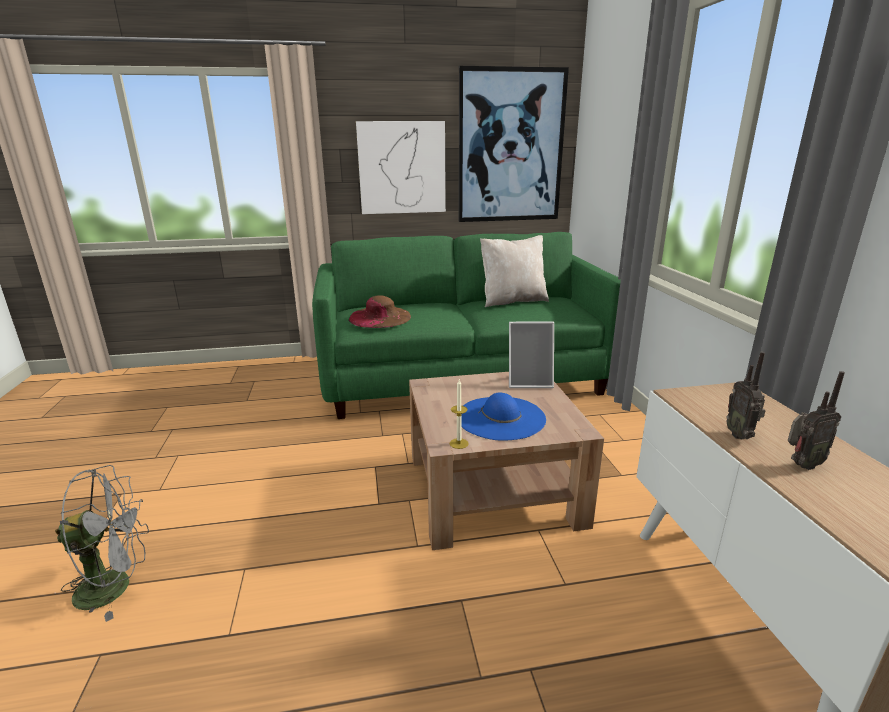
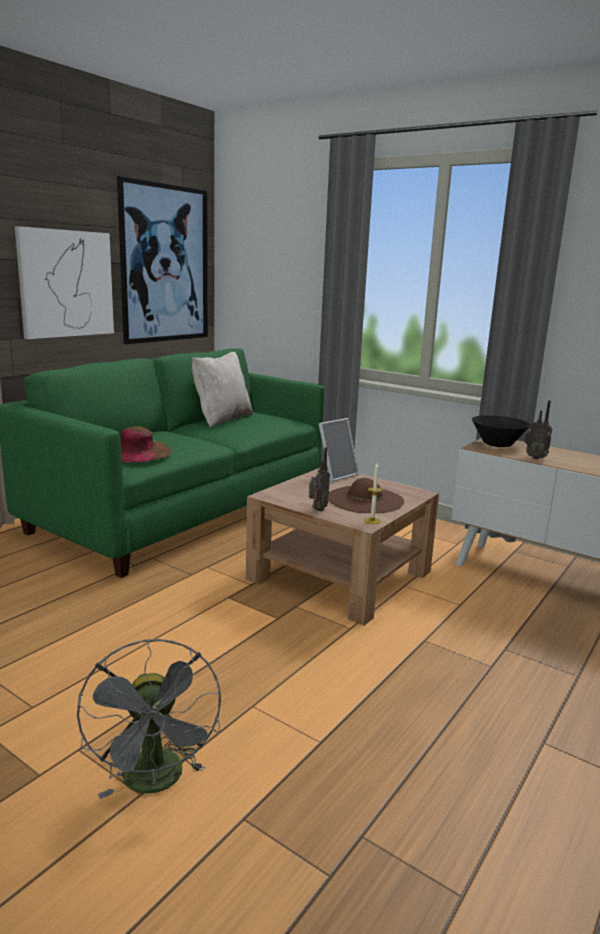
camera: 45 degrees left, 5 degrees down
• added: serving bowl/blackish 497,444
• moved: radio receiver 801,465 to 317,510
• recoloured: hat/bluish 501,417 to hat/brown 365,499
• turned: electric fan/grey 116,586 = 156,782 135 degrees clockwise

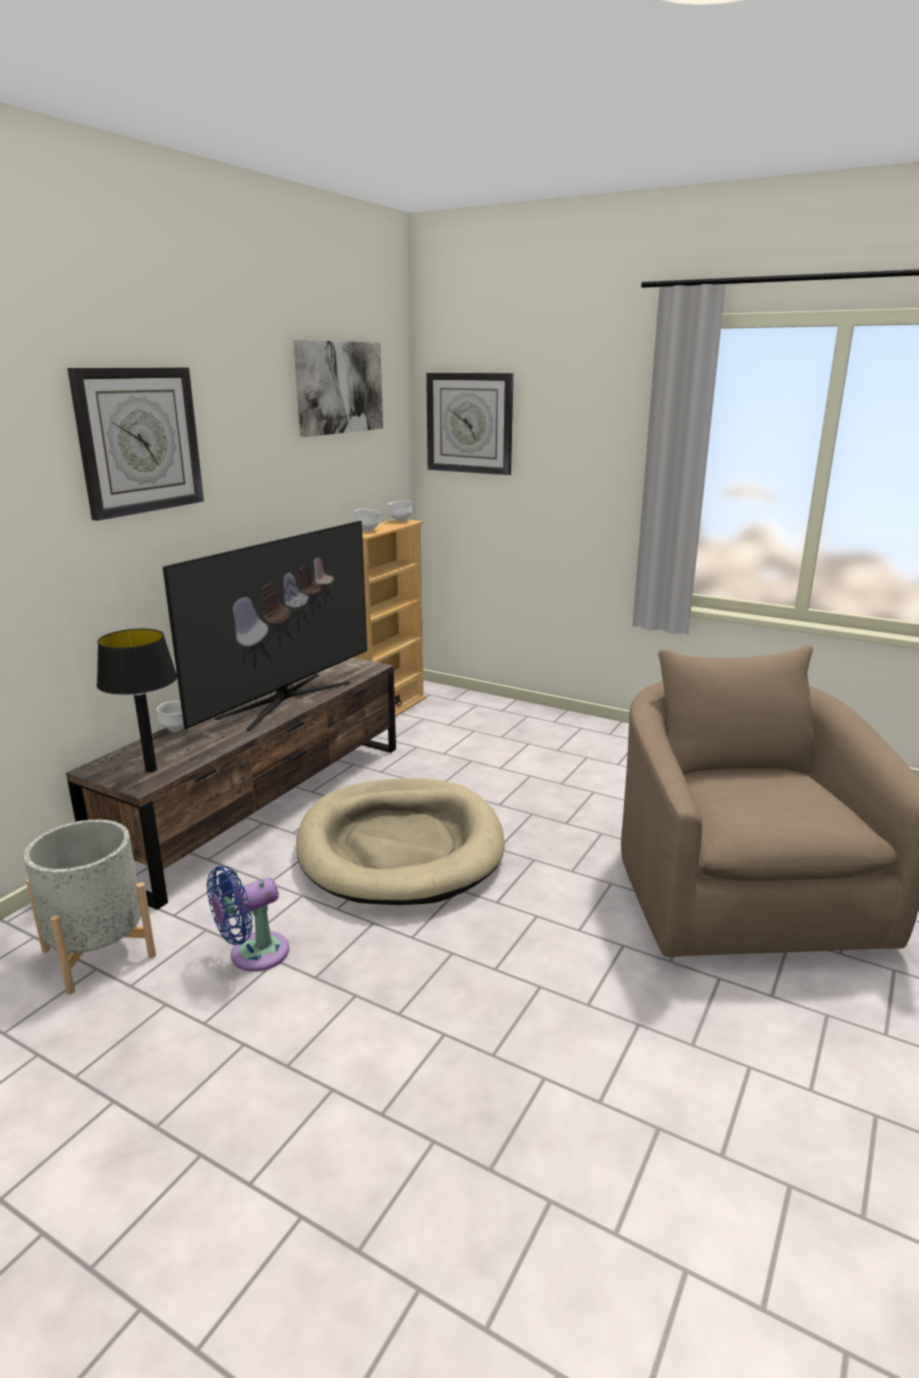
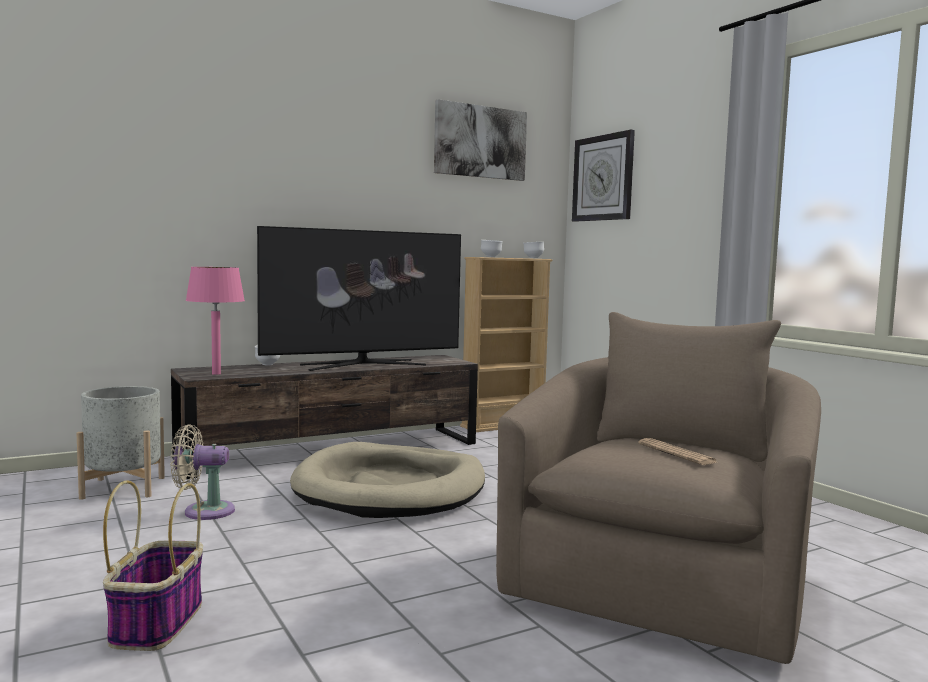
camera: 30 degrees right, 15 degrees down
• removed: wall clock 139,440
• added: household basket 157,622
• added: printed paper 676,453
• recoloured: table lamp/blackish 151,769 to table lamp/pink-coloured 216,373
• recoloured: electric fan/bluish 253,954 to electric fan/beige 203,511

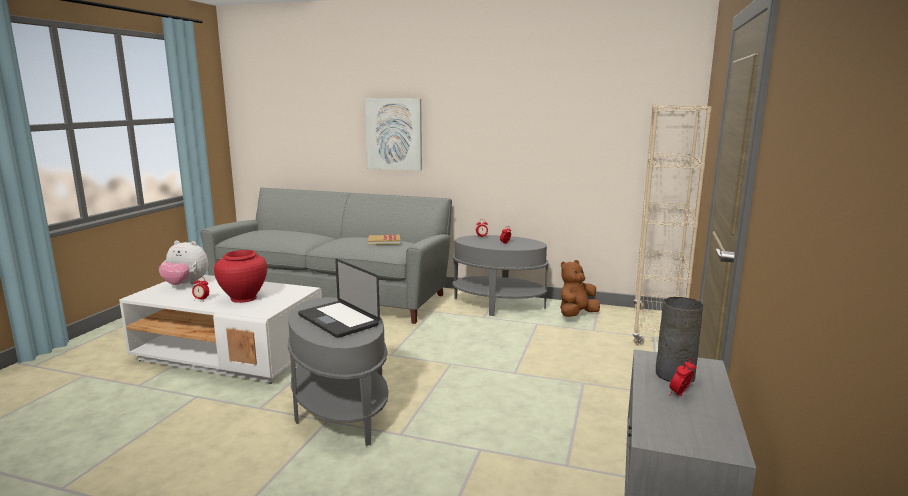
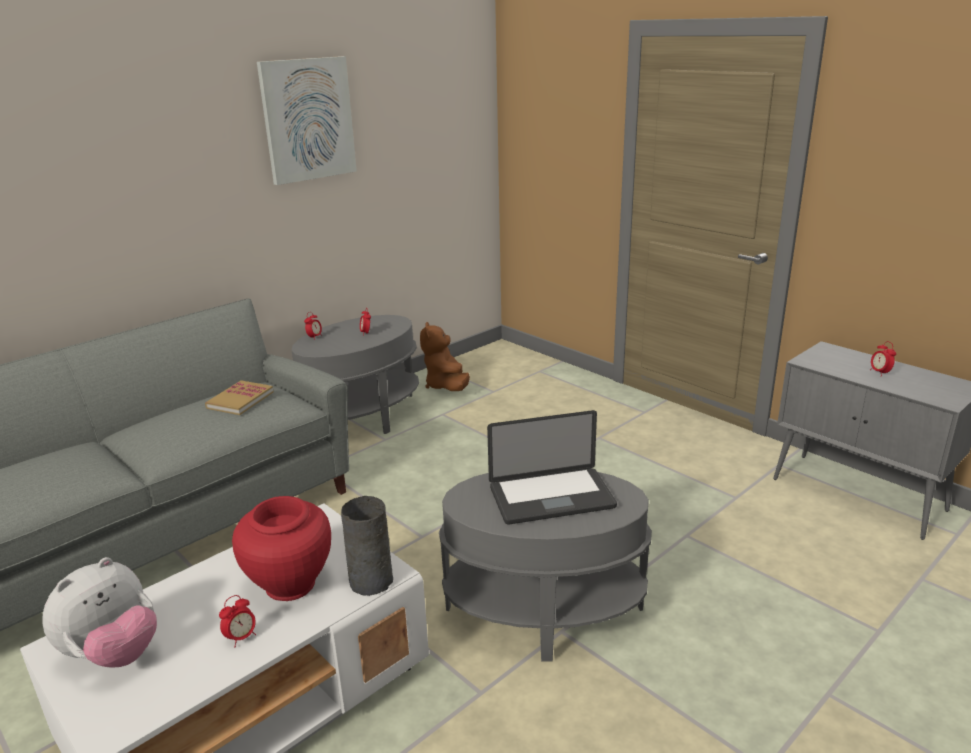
camera: 60 degrees left, 10 degrees up
• removed: bookcase/beige 656,328
• moved: wall art 394,134 to 308,119
• moved: flower vase/grey 674,374 to 370,581

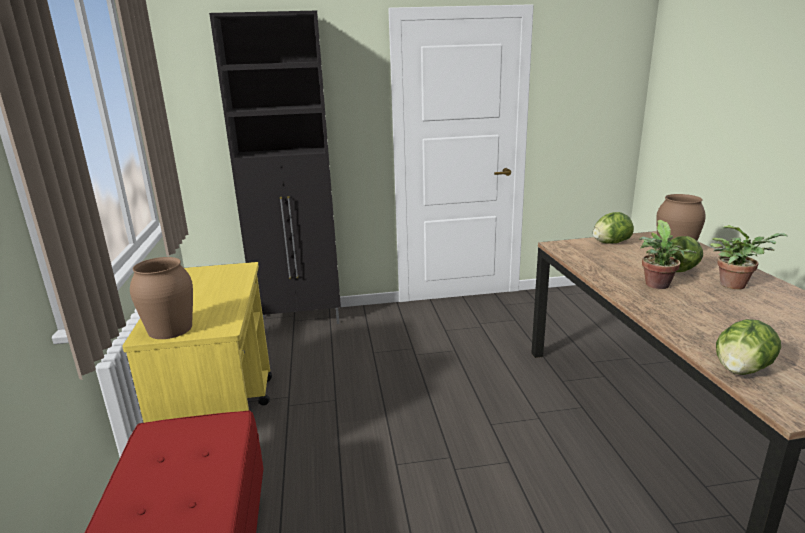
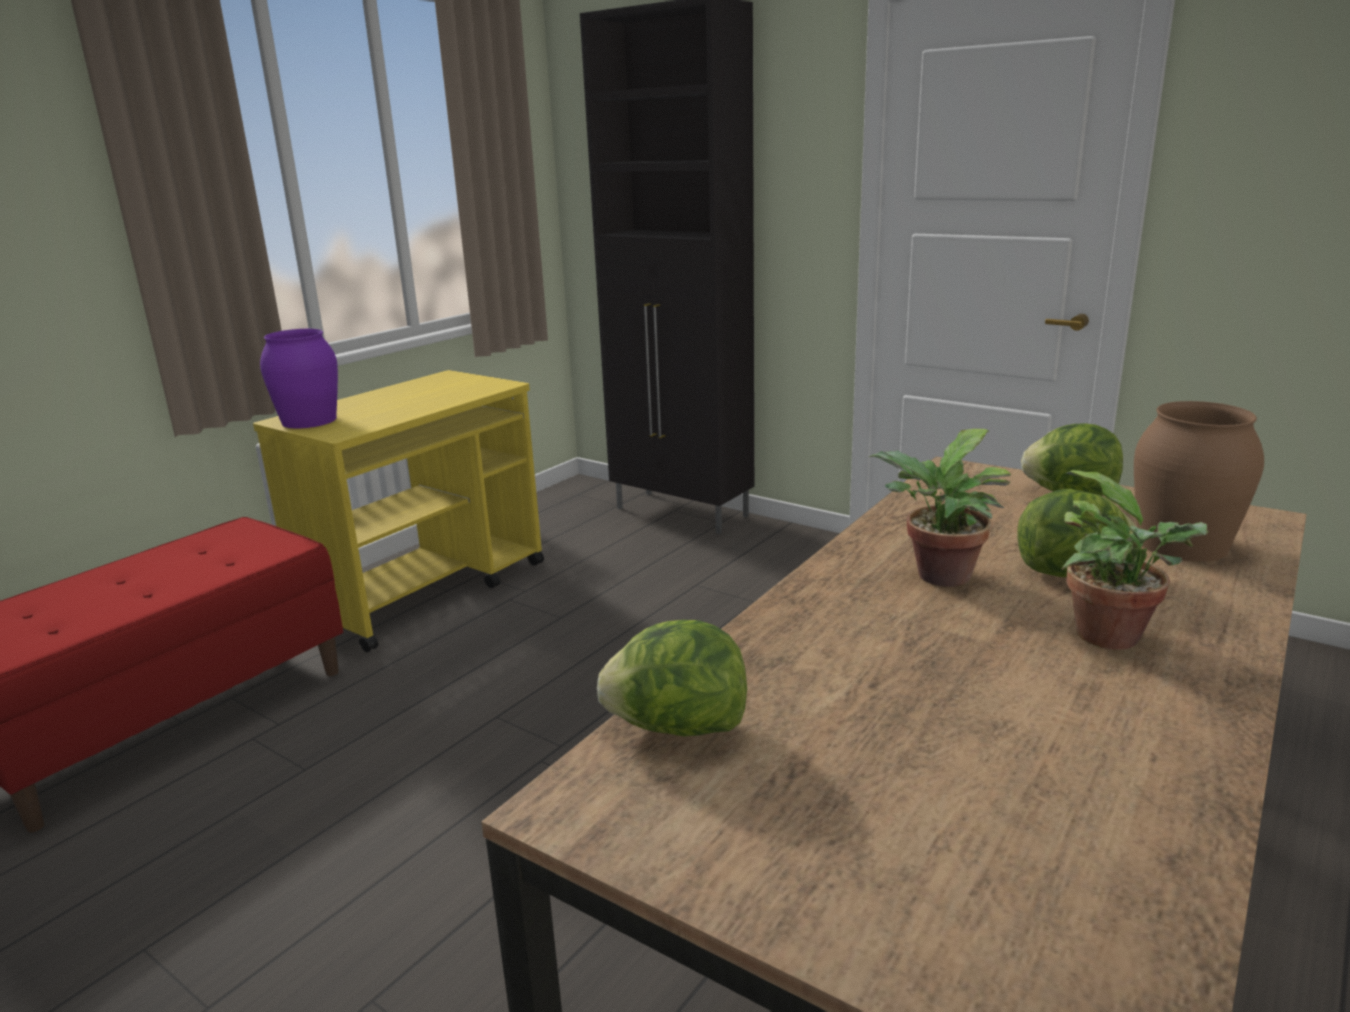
camera: 45 degrees right, 0 degrees up
• recoloured: flower vase/brown 170,329 to flower vase/purple 308,421

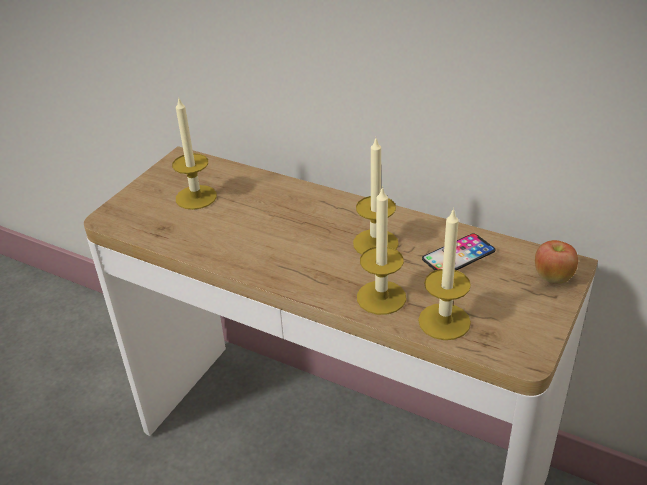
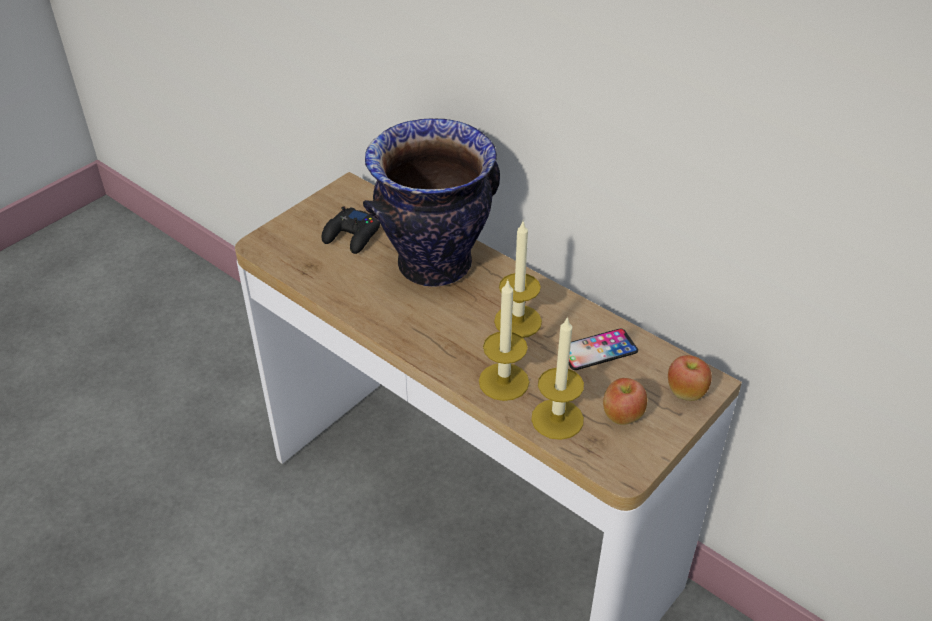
camera: 10 degrees right, 5 degrees up
• added: flower vase 433,264
• added: apple 622,416
• replaced: candle 196,197 to gamepad/blackish 352,236

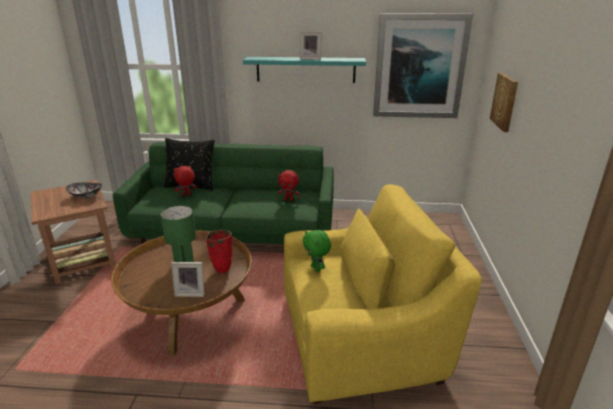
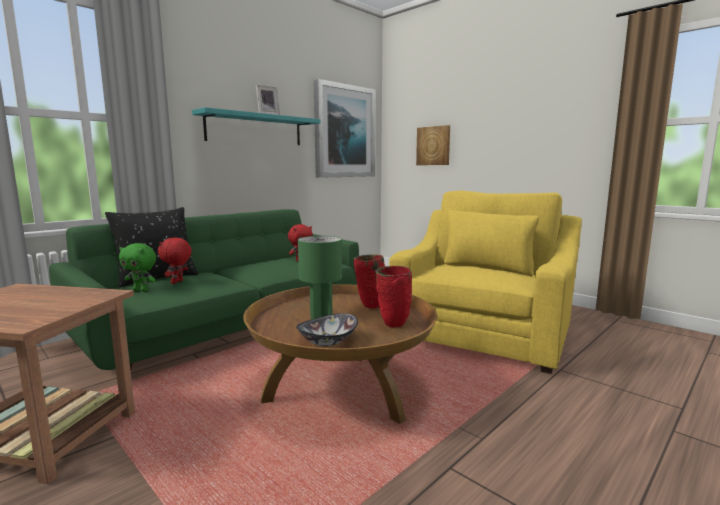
camera: 50 degrees left, 15 degrees down
• moved: serving bowl 86,196 to 328,342
• moved: cuddly toy/green-coloured 316,269 to 141,290
• replaced: picture frame 191,292 to flower vase/red-coloured 392,325

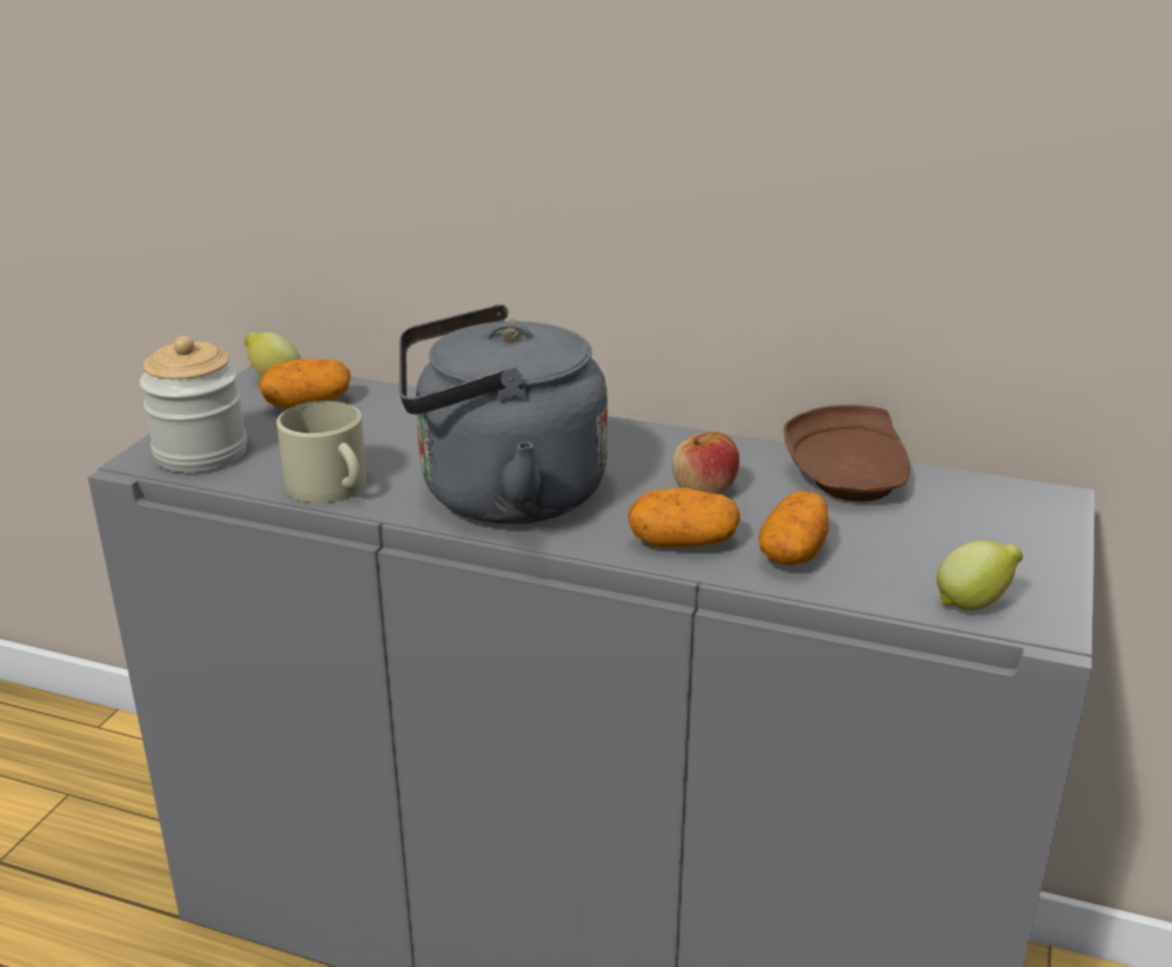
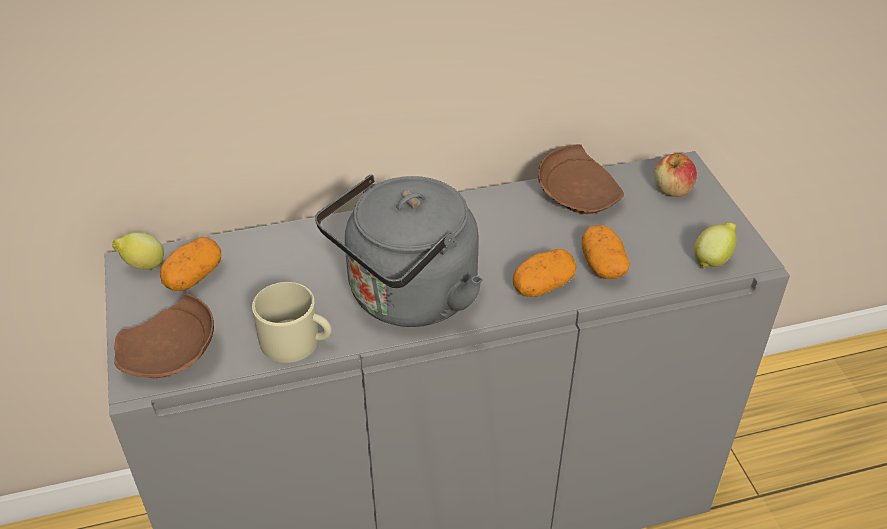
camera: 35 degrees left, 15 degrees up
• moved: apple 704,491 to 672,190
• replaced: storage jar 201,453 to flat dish/brown 171,355

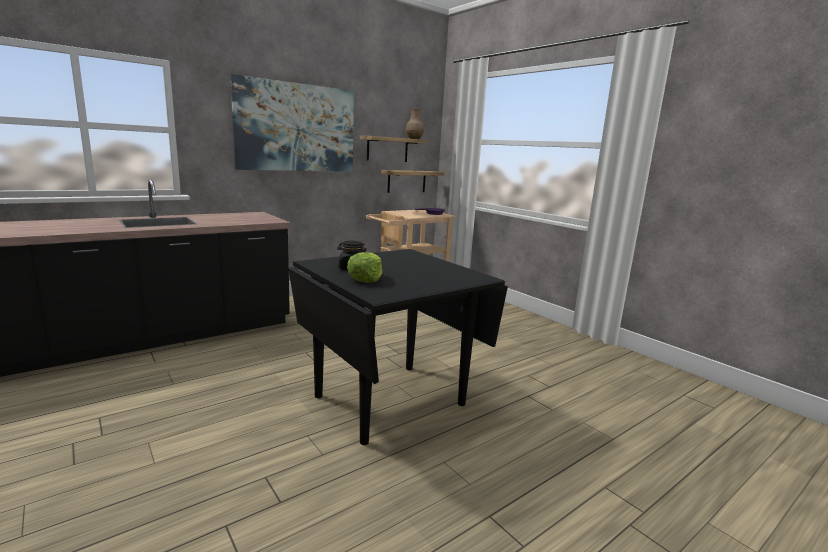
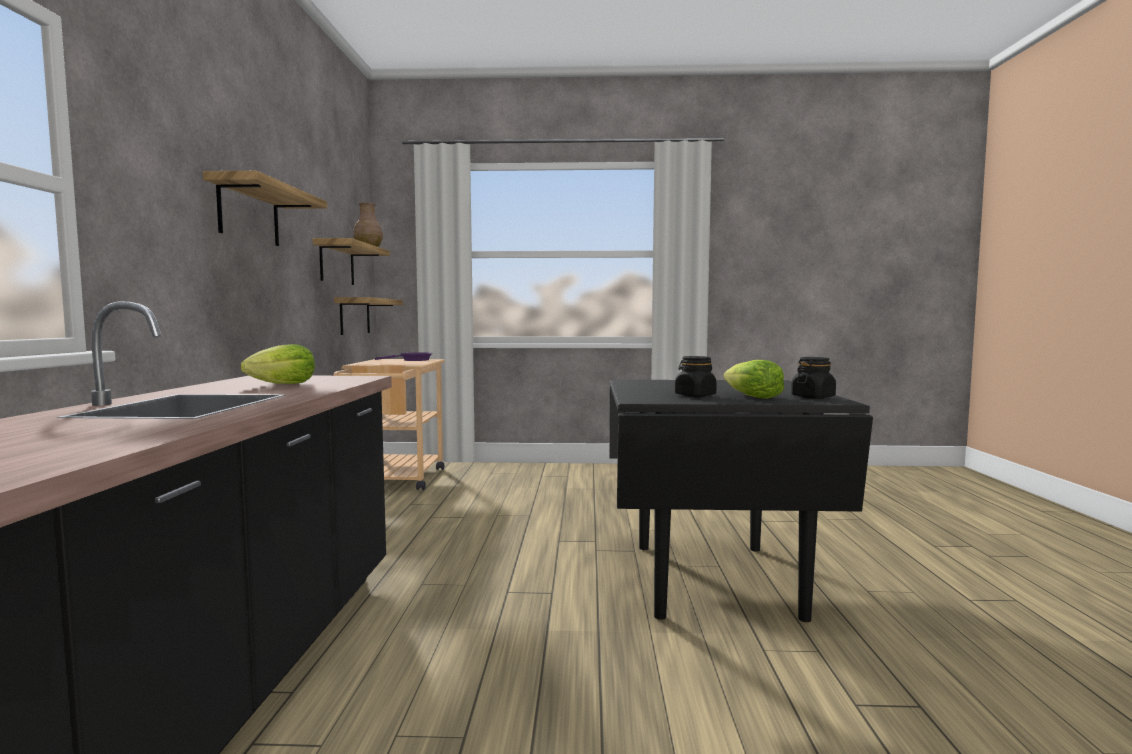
camera: 50 degrees left, 10 degrees down
• added: lettuce head 283,384
• added: storage jar/blackish 813,397
• replaced: wall art 296,128 to bracket shelf 249,214

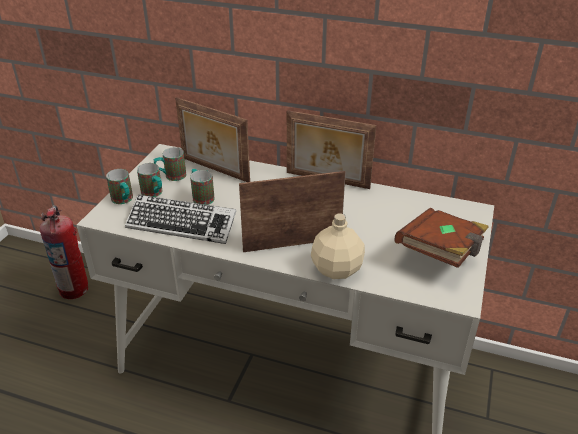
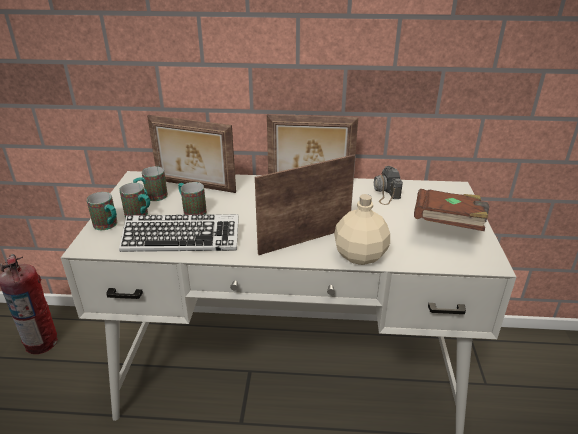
camera: 15 degrees left, 5 degrees down
• added: photo camera 385,192

